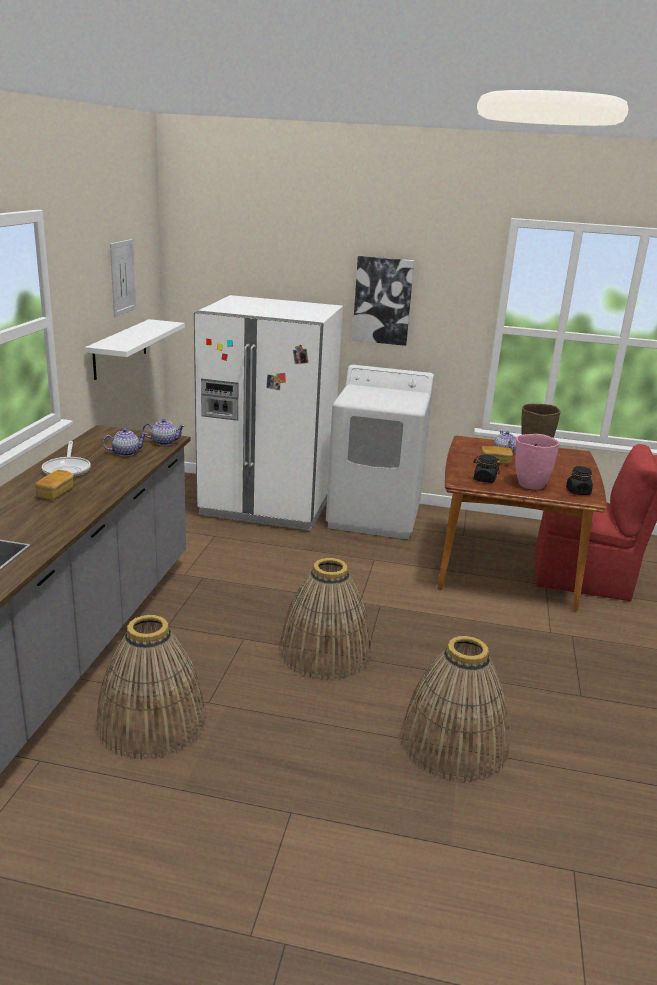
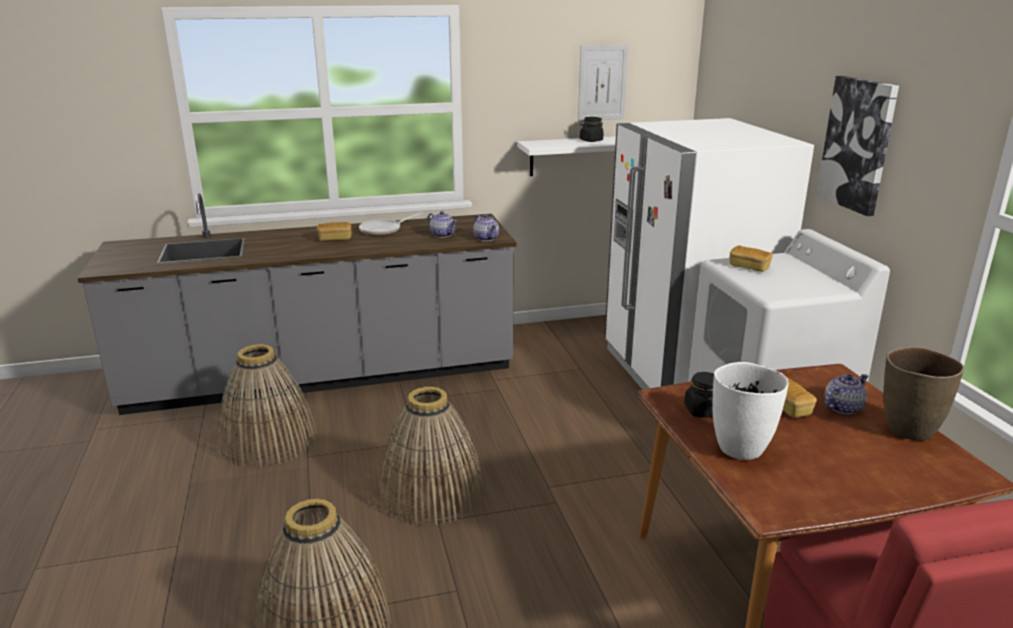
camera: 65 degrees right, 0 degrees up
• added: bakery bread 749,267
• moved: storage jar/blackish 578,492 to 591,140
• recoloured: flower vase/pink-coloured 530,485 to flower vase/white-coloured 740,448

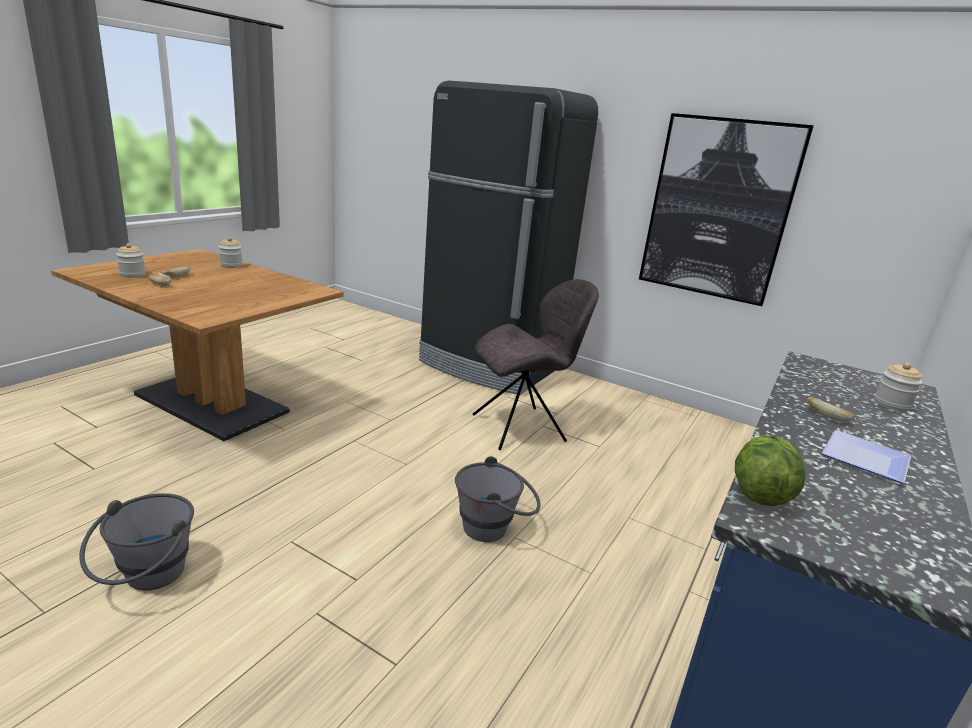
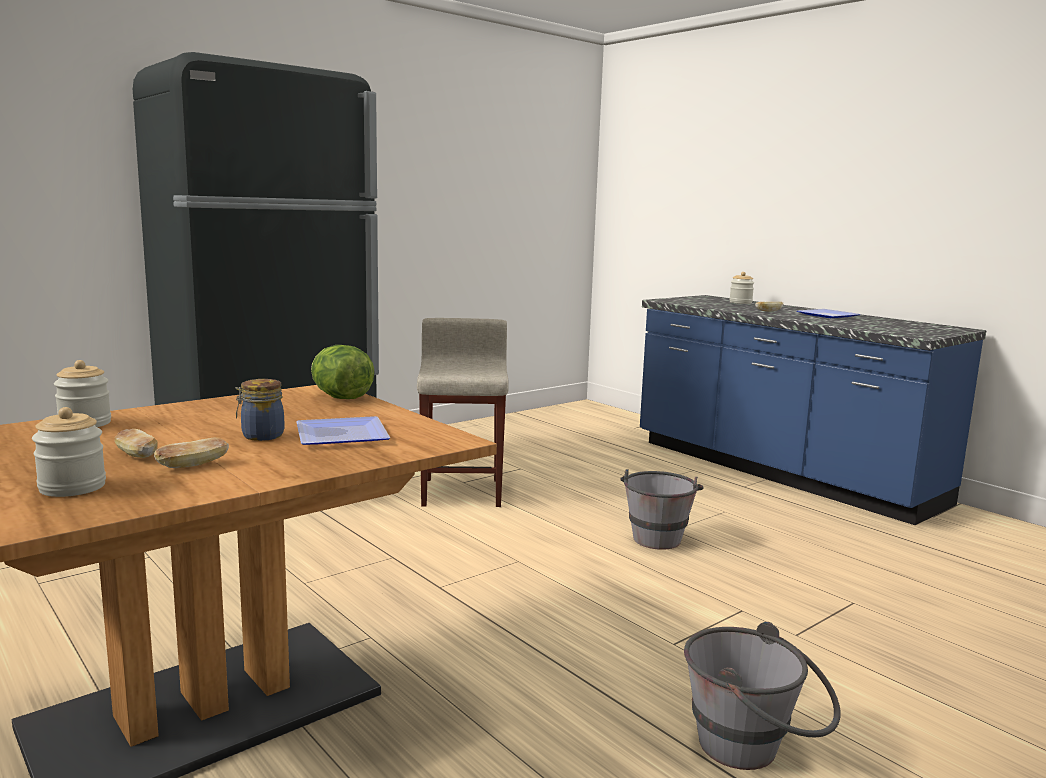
camera: 70 degrees left, 10 degrees down
• removed: wall art 718,209
• added: storage jar 261,436
• added: flat dish 345,436
• moved: lettuce head 760,493 to 341,397
• replaced: upright chair/grey 522,428 to stool/beige 462,491

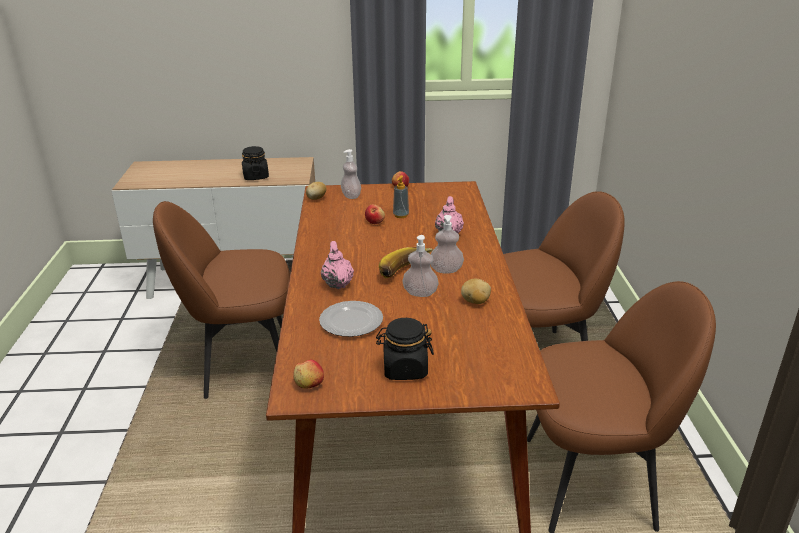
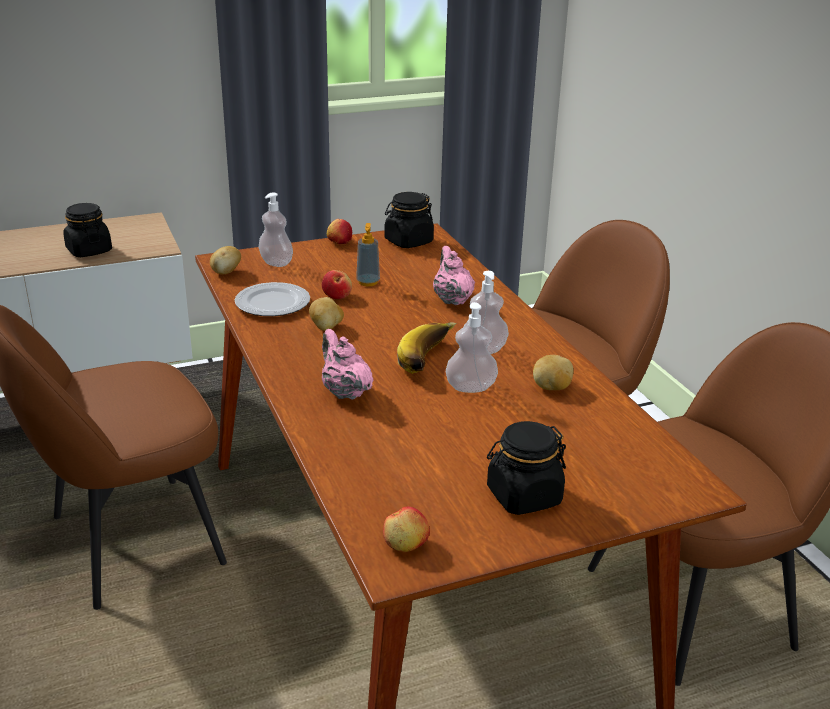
camera: 20 degrees left, 0 degrees up
• added: spud 326,327
• added: storage jar/blackish 408,241
• moved: flat dish 351,322 to 273,304

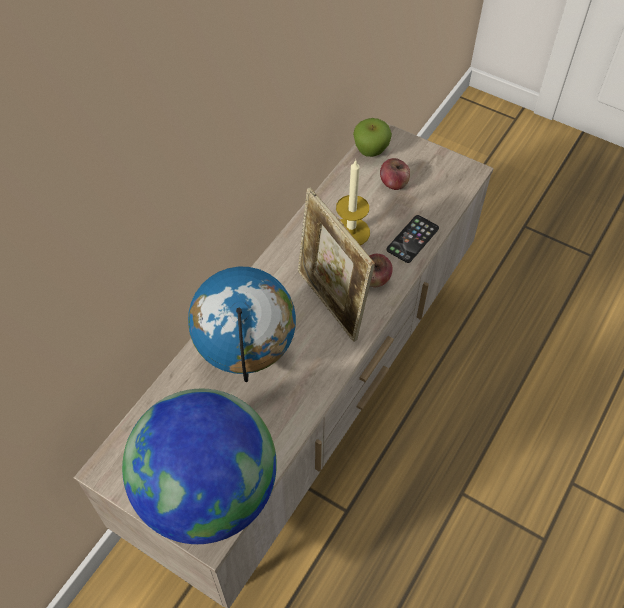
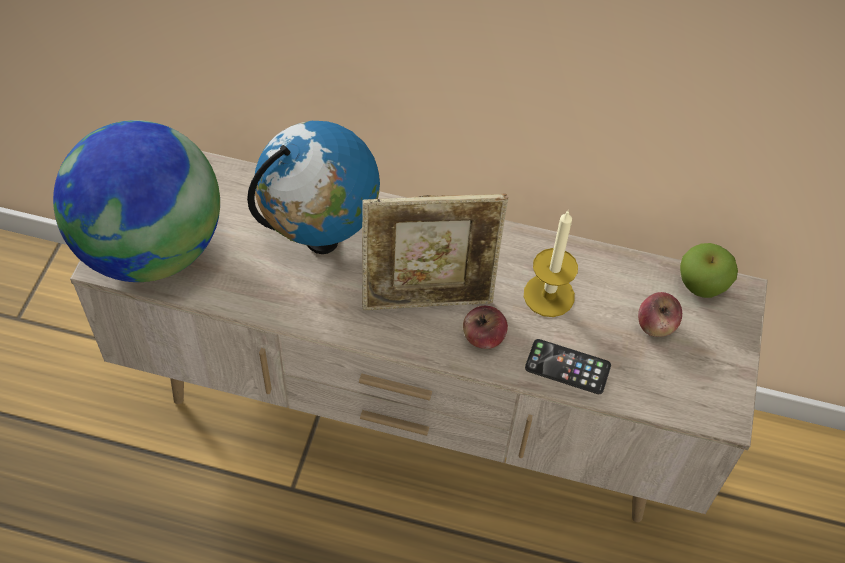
camera: 70 degrees right, 0 degrees up
• turned: picture frame 331,303 = 428,300 135 degrees counterclockwise

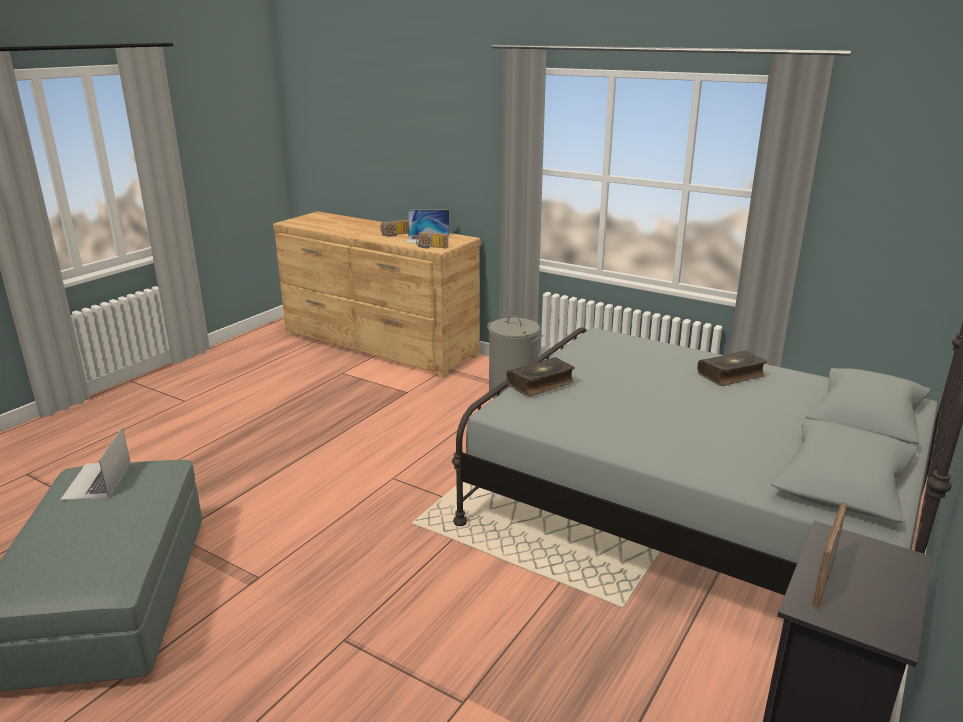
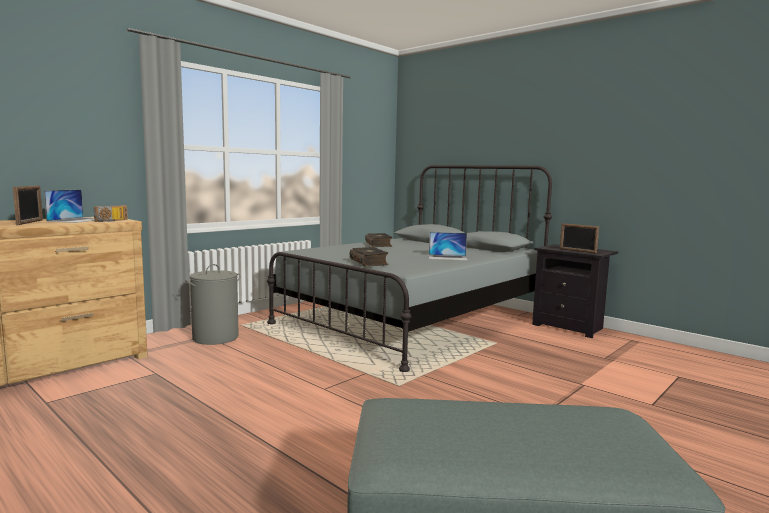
camera: 80 degrees left, 15 degrees down
• moved: portable computer 97,480 to 447,257
• replaced: radio receiver 396,234 to picture frame 30,222

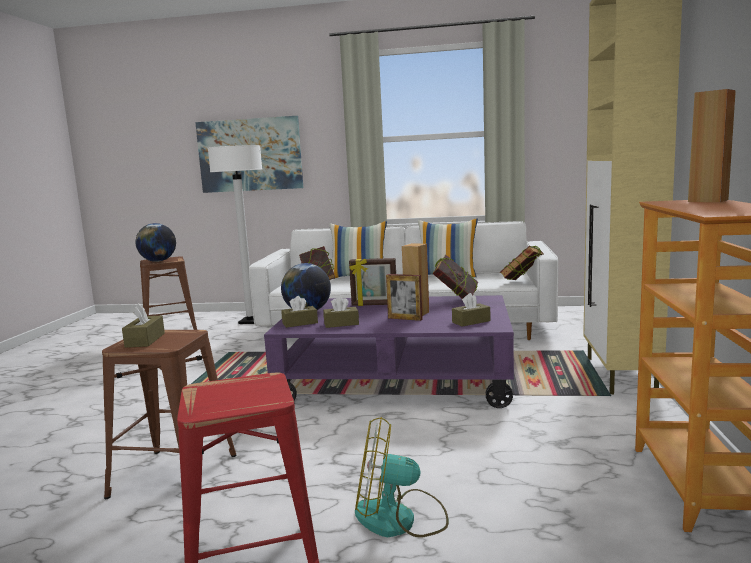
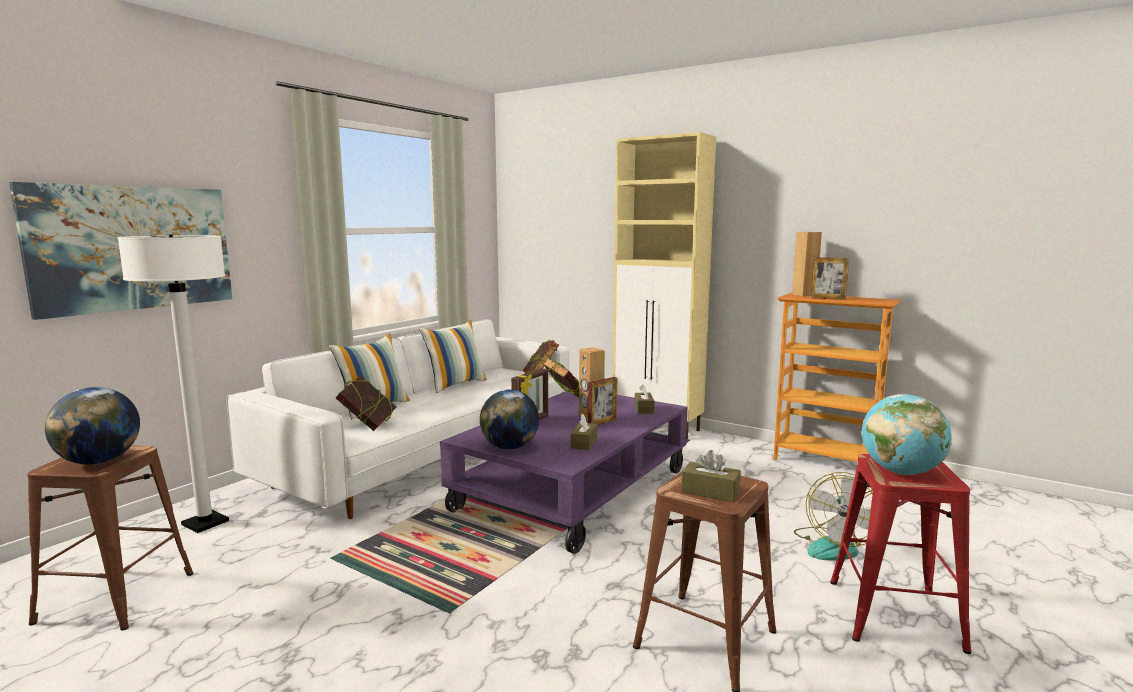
camera: 65 degrees left, 0 degrees up
• removed: tissue holder/brown 300,323
• added: picture frame 828,298
• added: desk globe 901,472

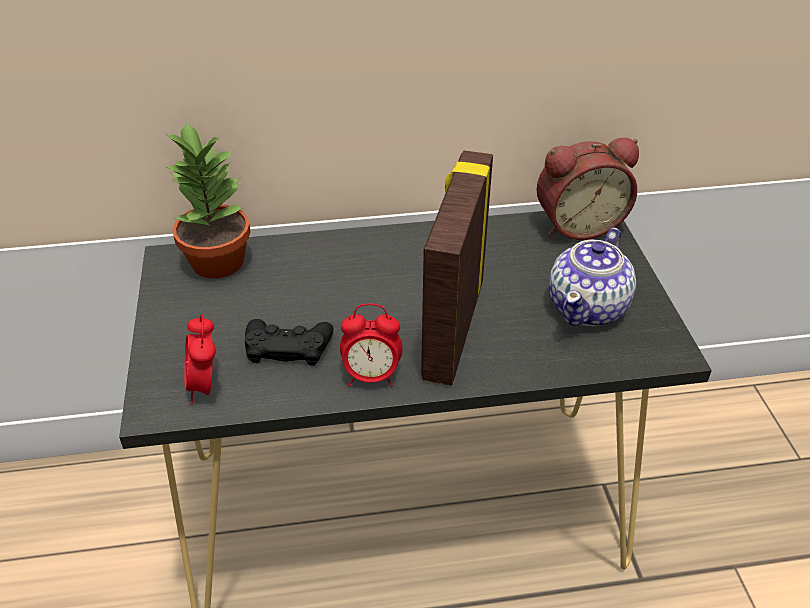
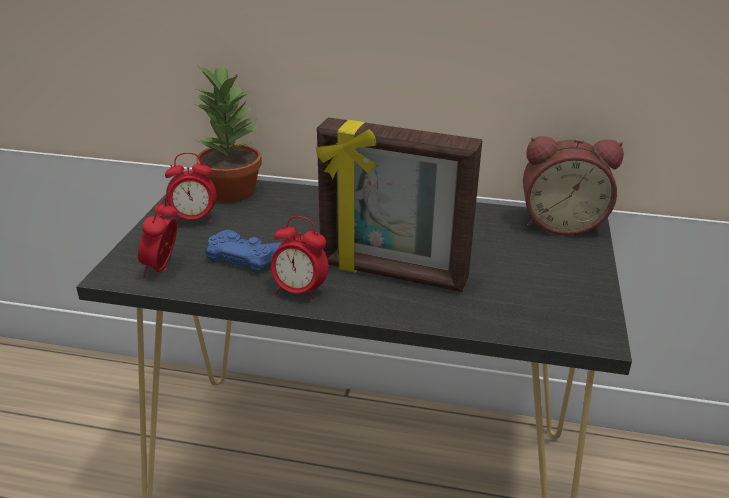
camera: 20 degrees right, 10 degrees down
• removed: teapot 588,307
• added: table clock 194,220
• recoloured: gamepad/blackish 288,347 to gamepad/bluish 246,257
• turned: picture frame 451,329 = 392,274 105 degrees counterclockwise

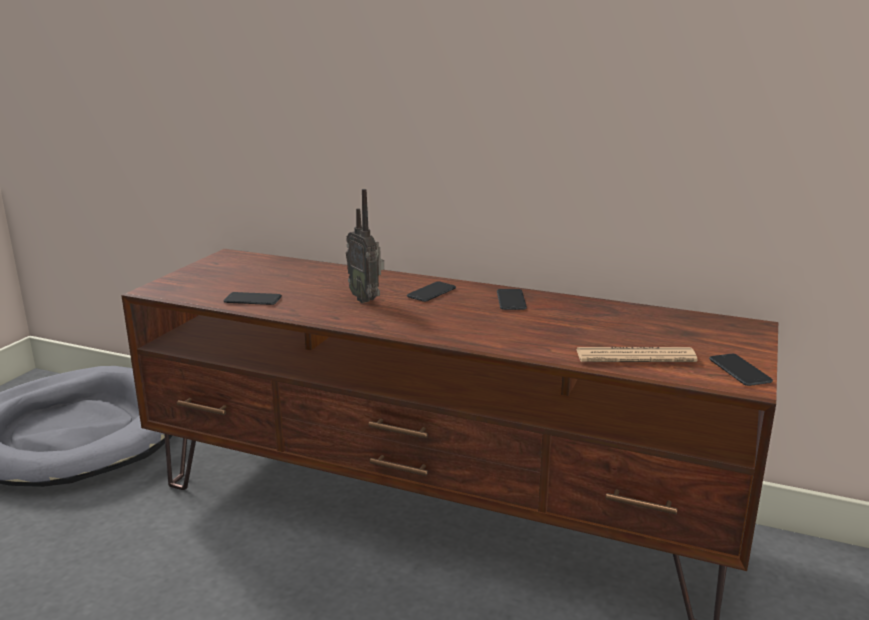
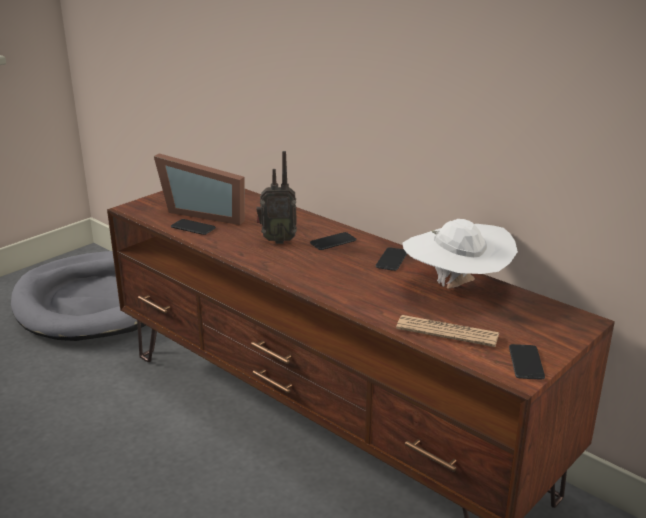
camera: 20 degrees right, 5 degrees up
• added: picture frame 206,213
• added: hat/white-coloured 456,287
• turned: radio receiver 366,299 = 277,240 75 degrees counterclockwise

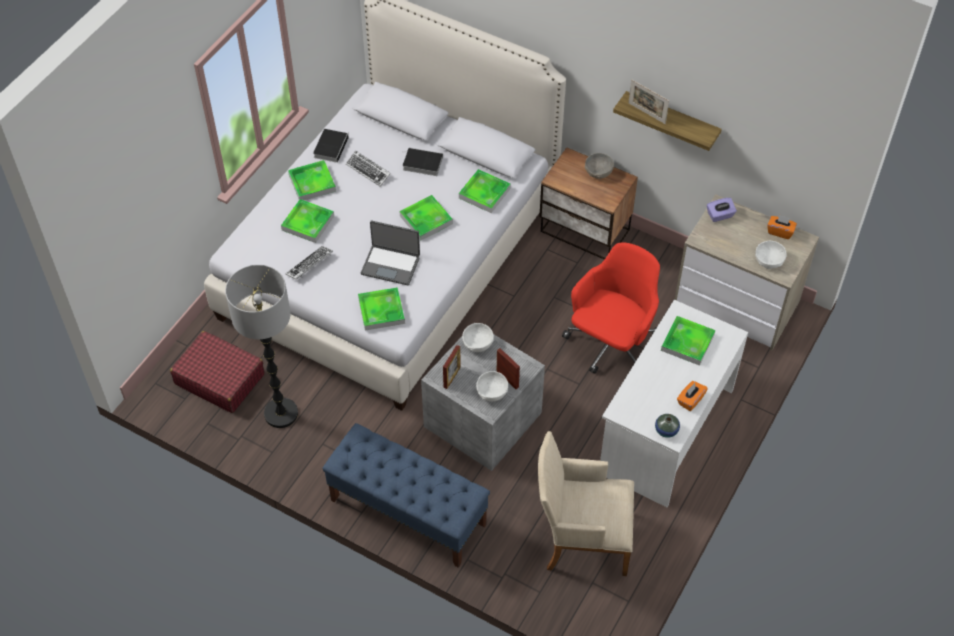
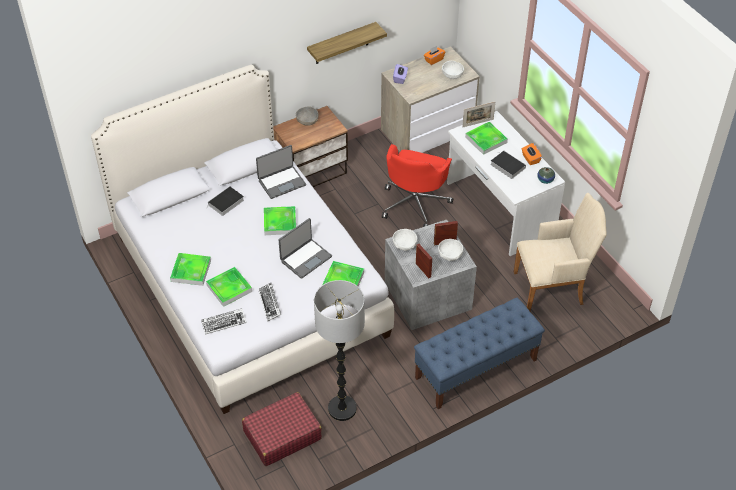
camera: 60 degrees left, 5 degrees down
• moved: volume 331,146 to 506,166
• moved: computer keyboard 368,170 to 224,323
• moved: picture frame 646,113 to 478,123
• replaced: carrying tray 484,193 to portable computer 281,182
• turned: easy chair/beige 581,539 = 553,287 135 degrees counterclockwise
• turned: desk chair/red-coloured 611,345 = 415,203 135 degrees counterclockwise

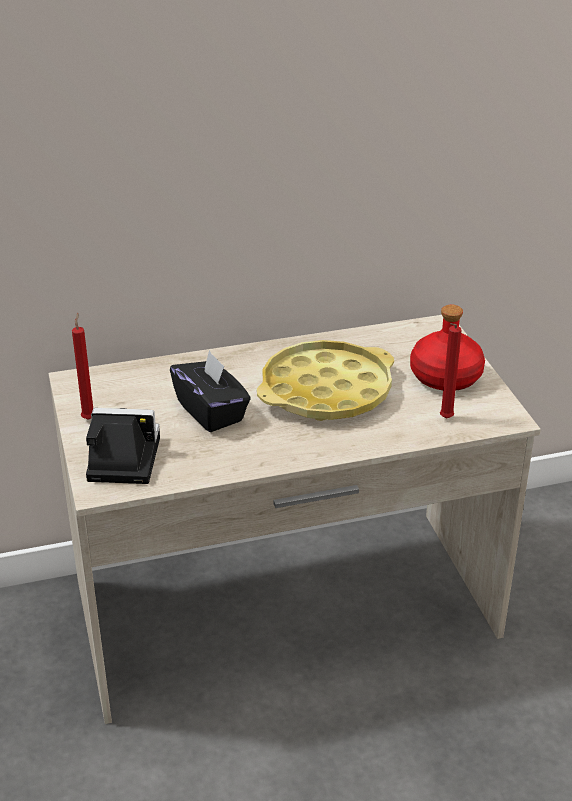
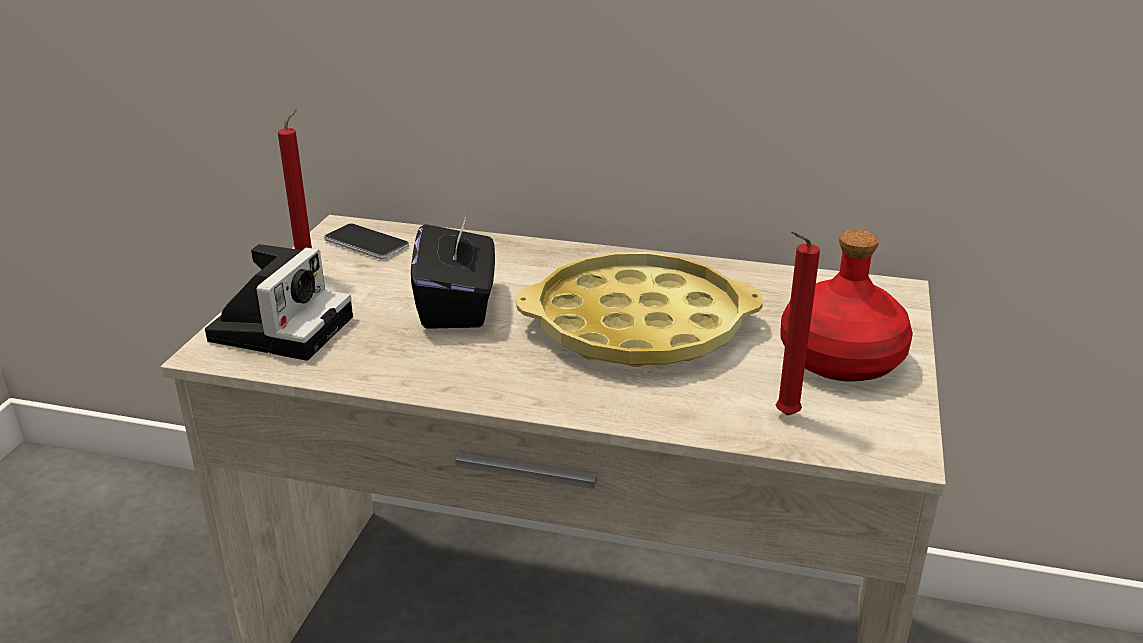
camera: 30 degrees right, 5 degrees down
• added: phone 366,243
• turned: photo camera 120,460 = 282,326 75 degrees clockwise

